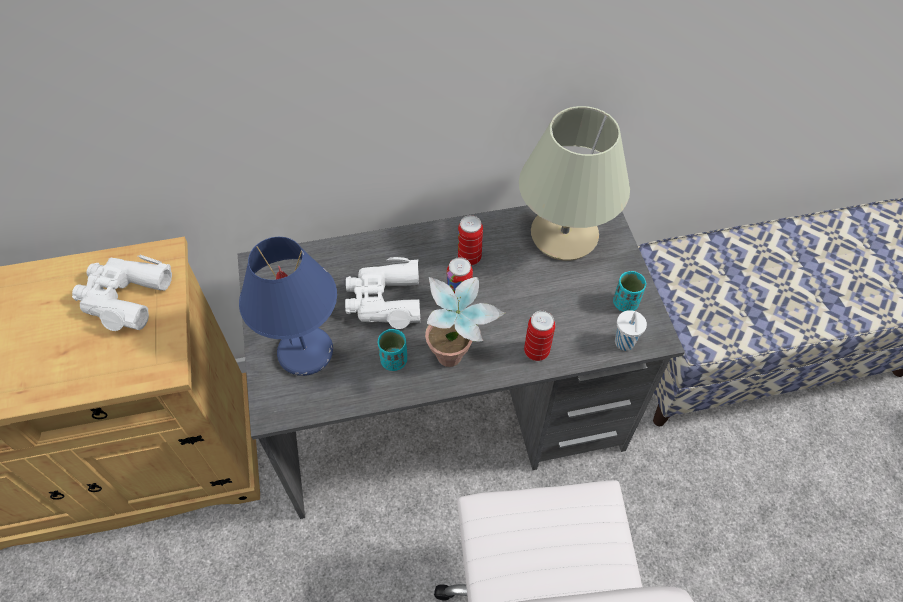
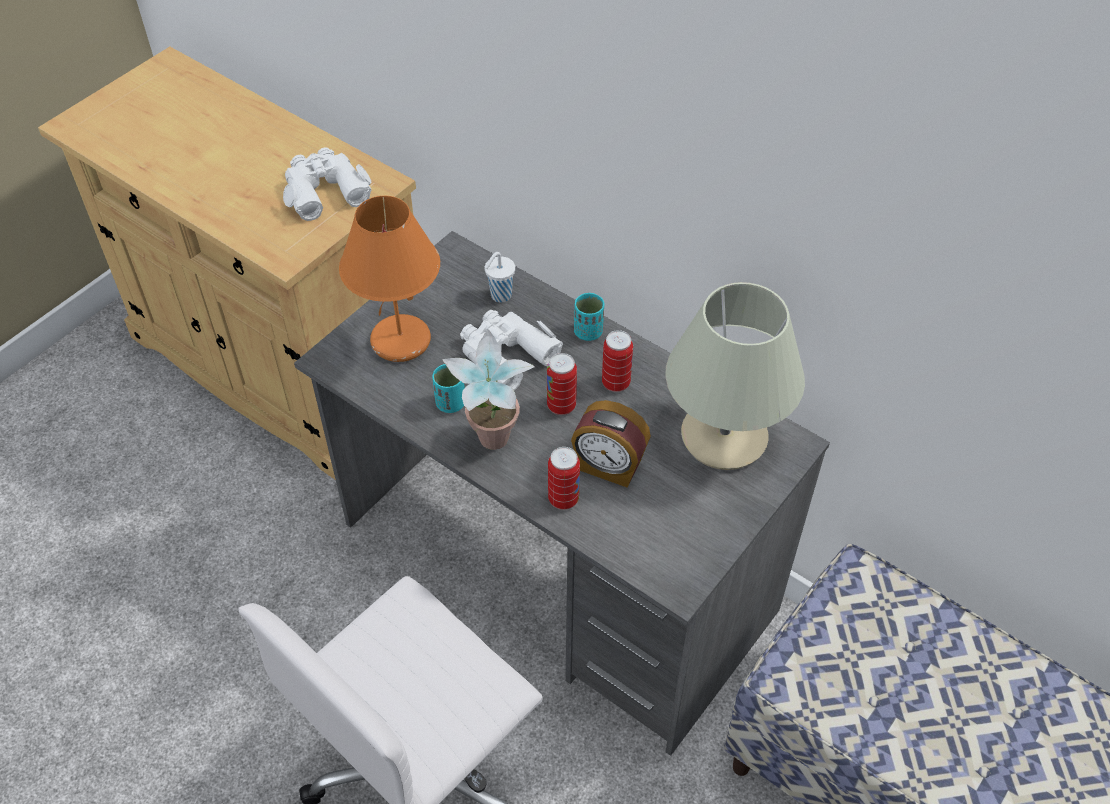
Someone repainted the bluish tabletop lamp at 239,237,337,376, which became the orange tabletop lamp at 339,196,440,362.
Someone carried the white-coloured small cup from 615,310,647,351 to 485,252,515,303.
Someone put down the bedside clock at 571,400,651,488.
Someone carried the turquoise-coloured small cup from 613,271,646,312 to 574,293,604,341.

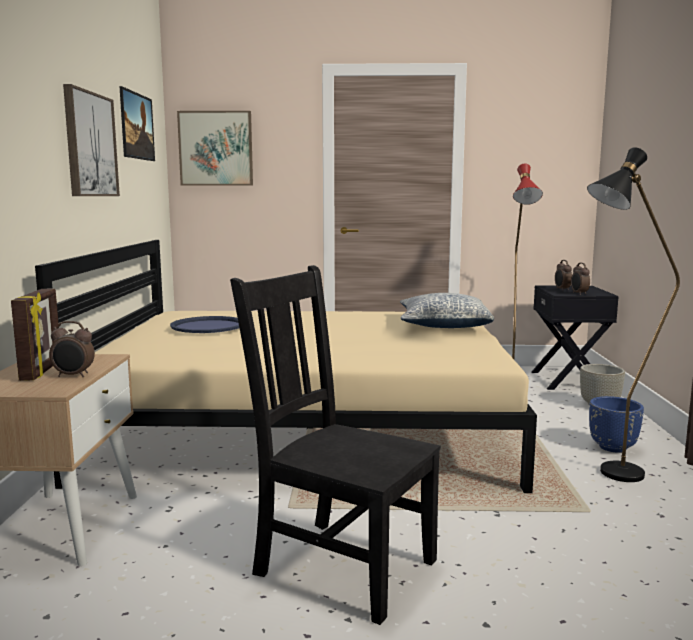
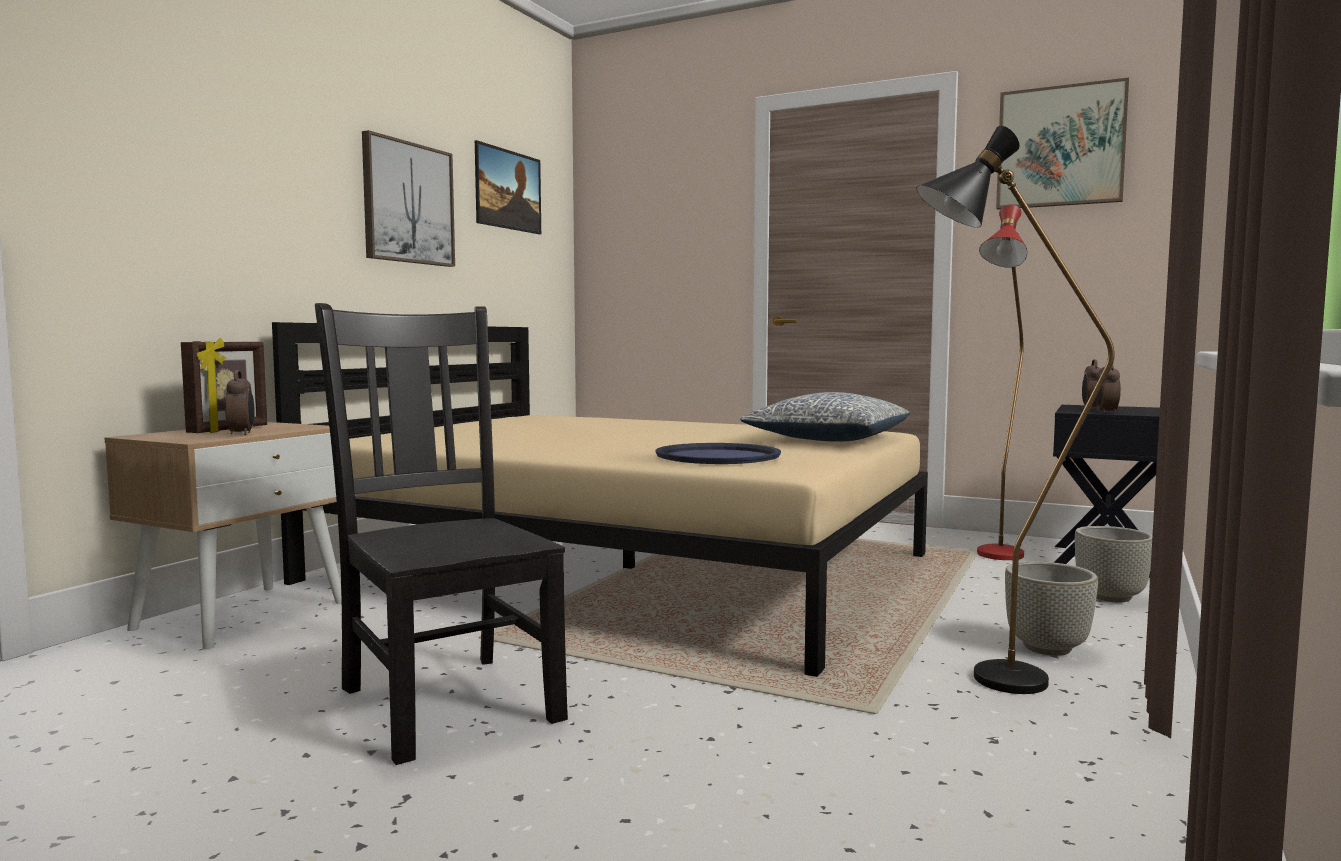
Someone rotated the bedside clock at 49,321,95,378 by 135 degrees counterclockwise.
Someone carried the bluish carrying tray from 170,316,239,333 to 655,443,781,464.
Someone carried the wall art from 177,111,253,186 to 996,77,1129,210.
Someone repainted the bluish flower pot at 589,396,644,452, which became the greyish flower pot at 1005,561,1098,656.

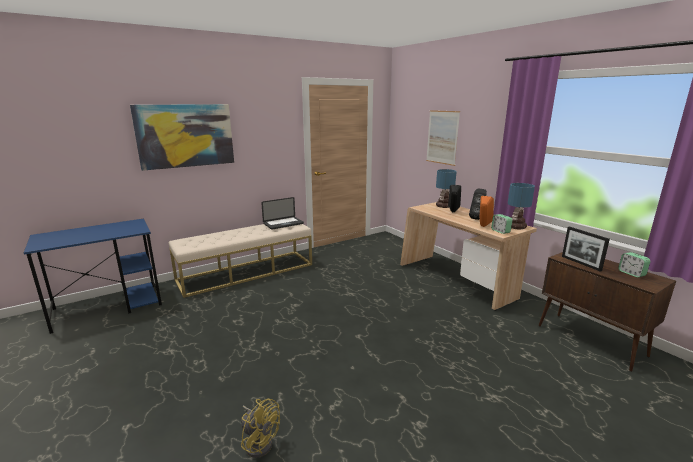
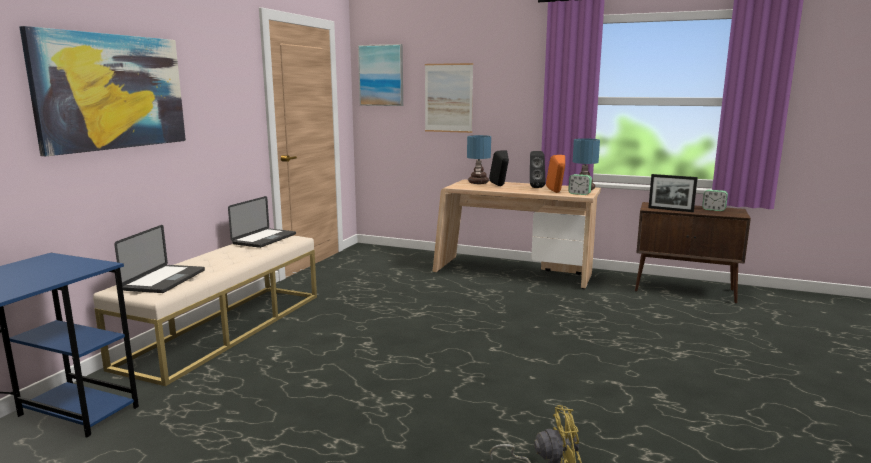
Someone put down the notebook computer at 114,225,205,293.
Someone put up the wall art at 358,44,403,106.

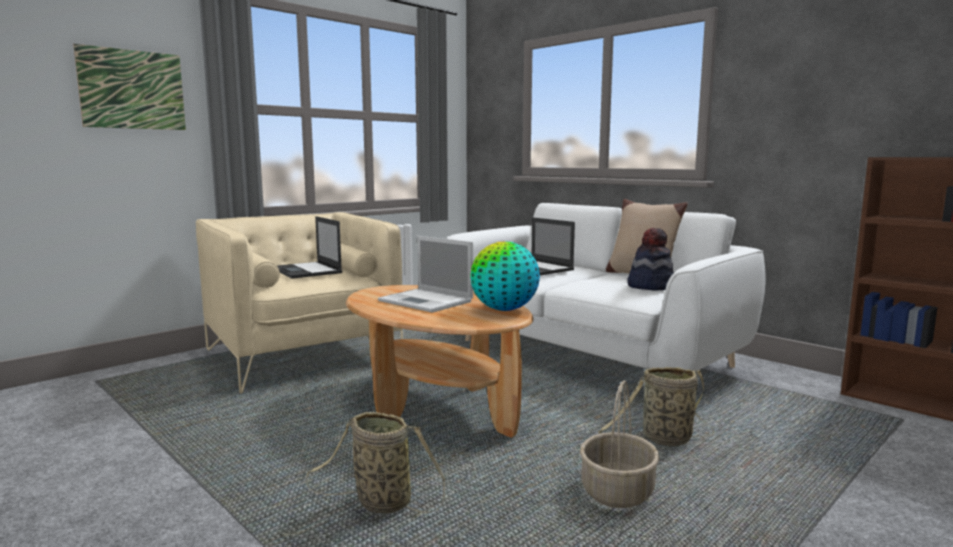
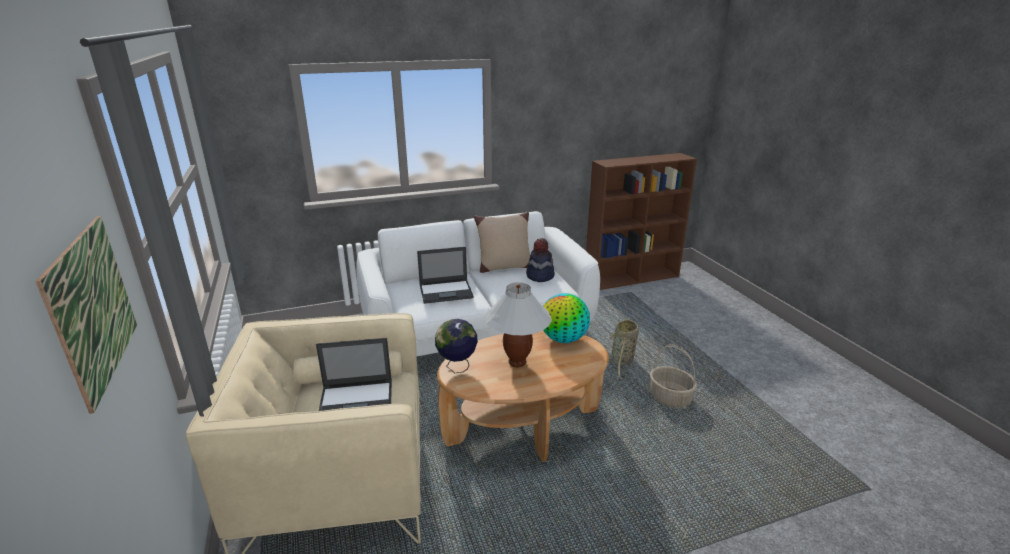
Someone put down the desk globe at 435,319,478,373.
Someone swapped the notebook computer at 378,236,473,313 for the white-coloured tabletop lamp at 485,282,552,368.
Someone took away the basket at 306,412,445,513.

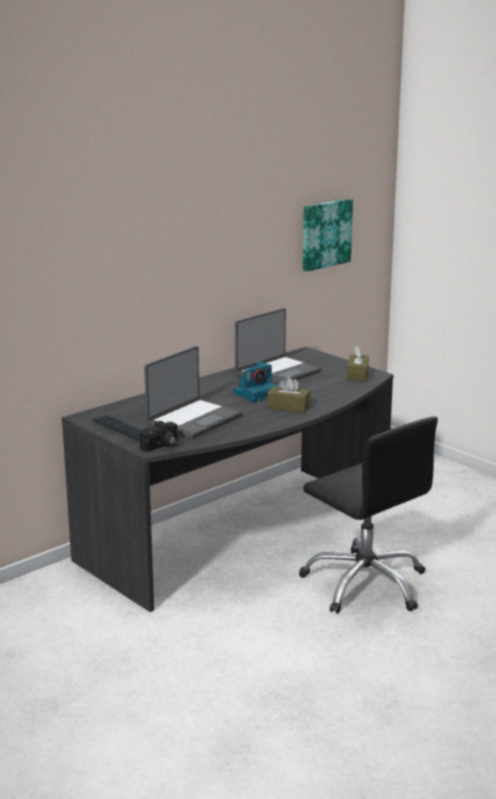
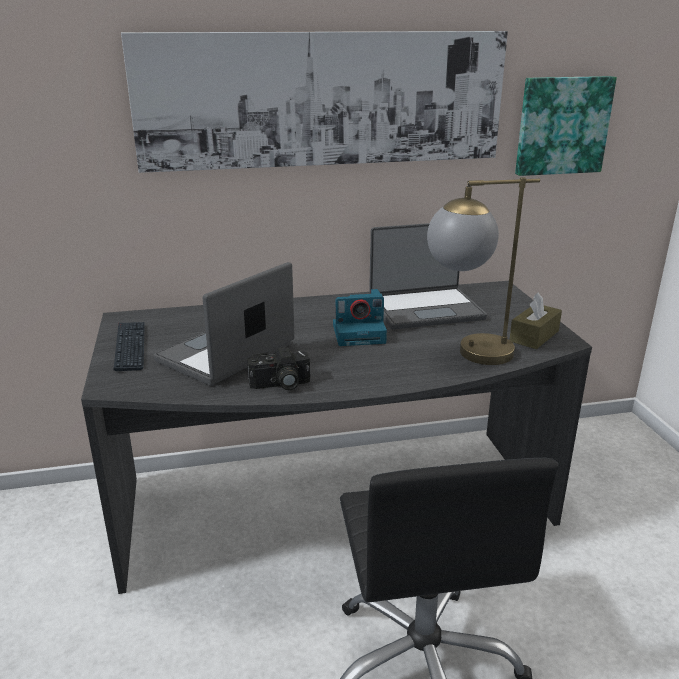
Someone put up the wall art at 121,31,508,173.
Someone rotated the notebook computer at 144,346,242,439 by 150 degrees clockwise.
Someone carried the still camera from 139,421,178,452 to 247,347,310,390.
Someone put down the tabletop lamp at 427,177,540,365.
Someone took away the brown-coloured box of tissues at 267,376,310,413.

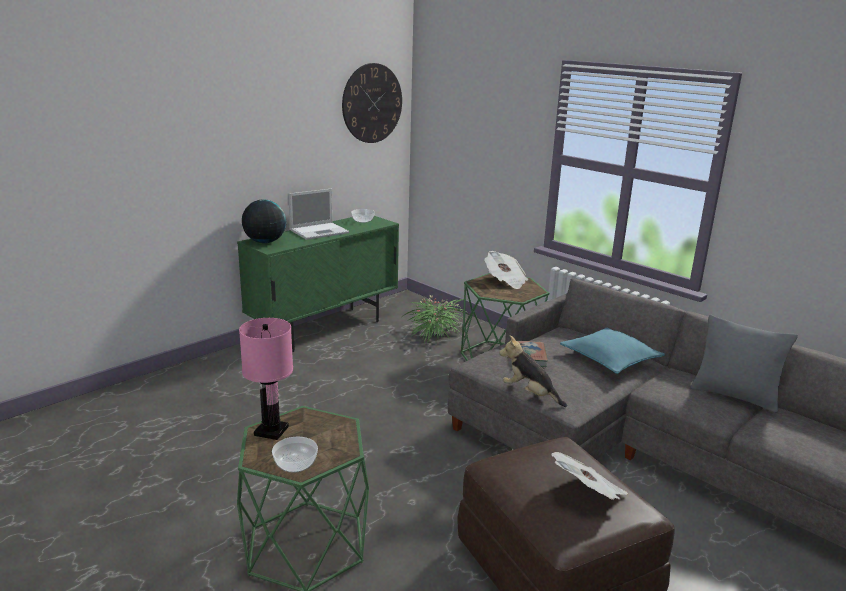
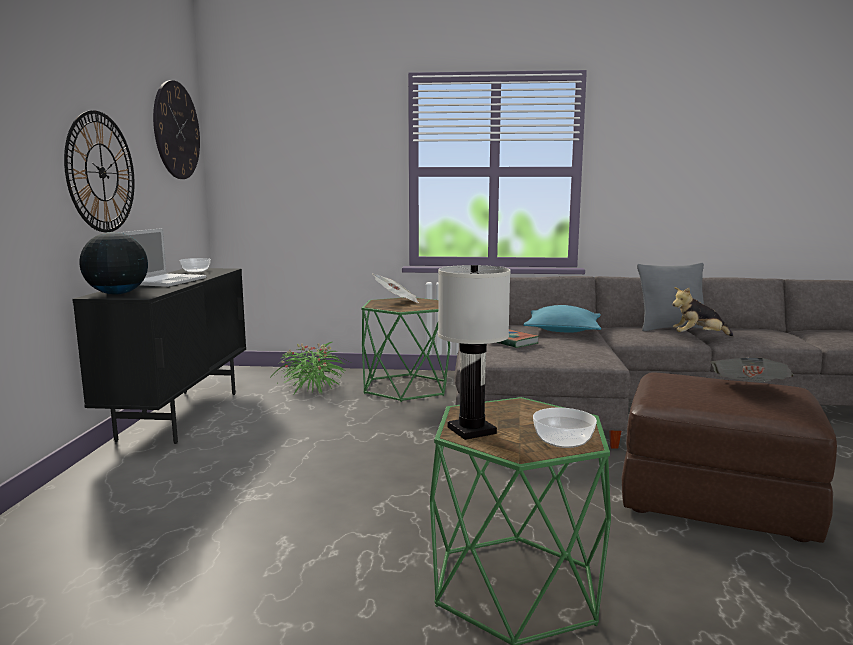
Someone put up the hanging clock at 64,110,135,232.
Someone repainted the green-coloured storage cabinet at 237,216,399,352, which became the black storage cabinet at 72,268,246,444.
Someone repainted the pink tabletop lamp at 239,318,293,440, which became the white-coloured tabletop lamp at 438,265,511,440.
Someone carried the plush toy from 499,335,567,407 to 672,287,733,336.

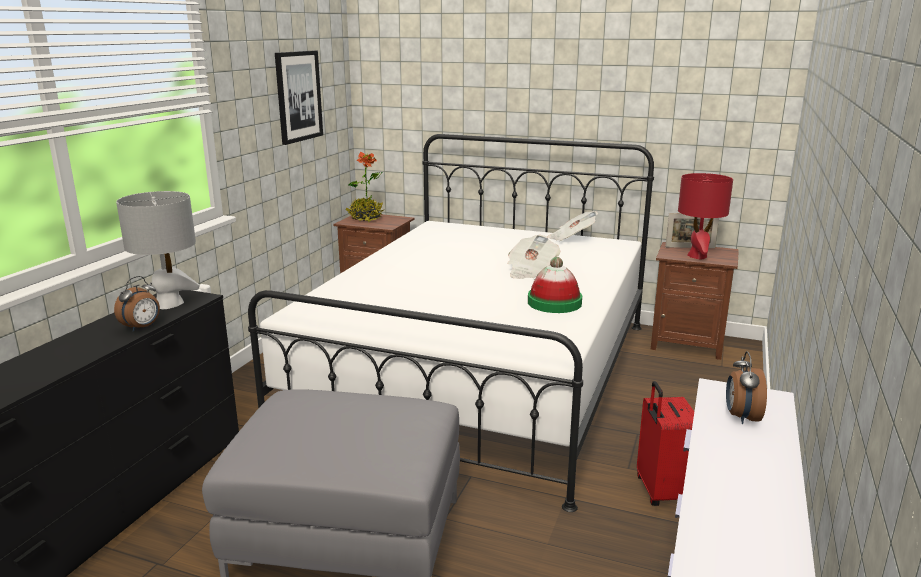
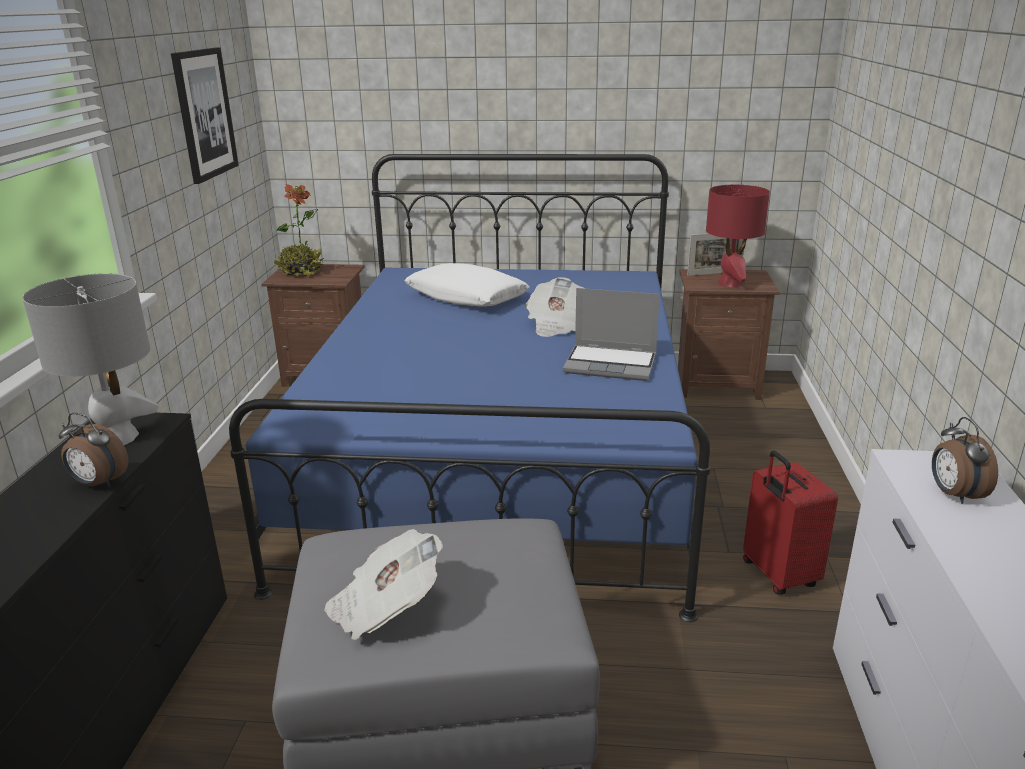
Someone rotated the bedside clock at 114,276,160,332 by 90 degrees clockwise.
Someone repainted the white-coloured sleeping bed at 248,134,654,512, which became the bluish sleeping bed at 229,154,710,622.
Someone carried the daily paper from 548,211,598,241 to 324,529,443,640.
Someone put down the white-coloured throw pillow at 405,263,530,307.
Someone swapped the clothing hat at 528,257,582,313 for the notebook computer at 563,288,660,381.

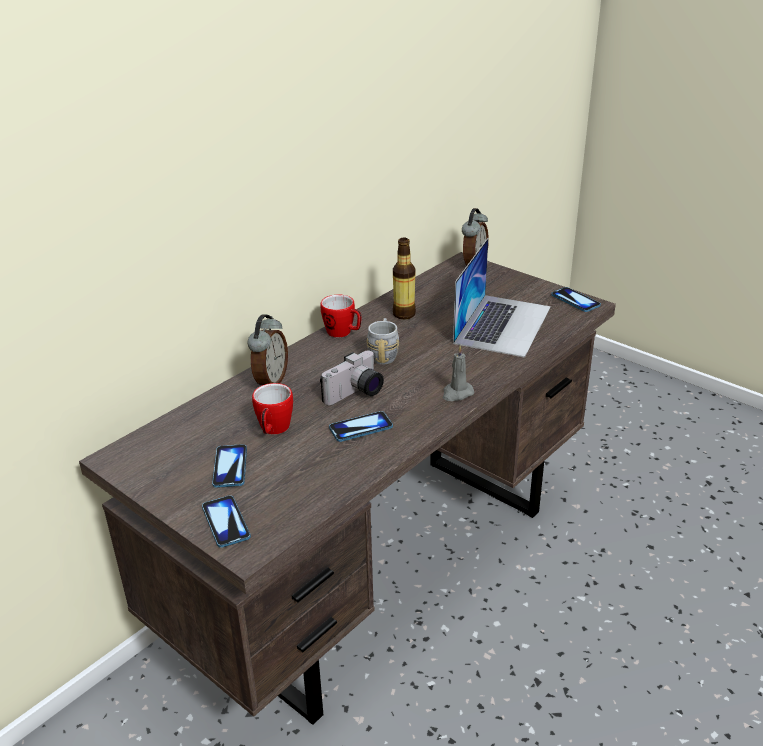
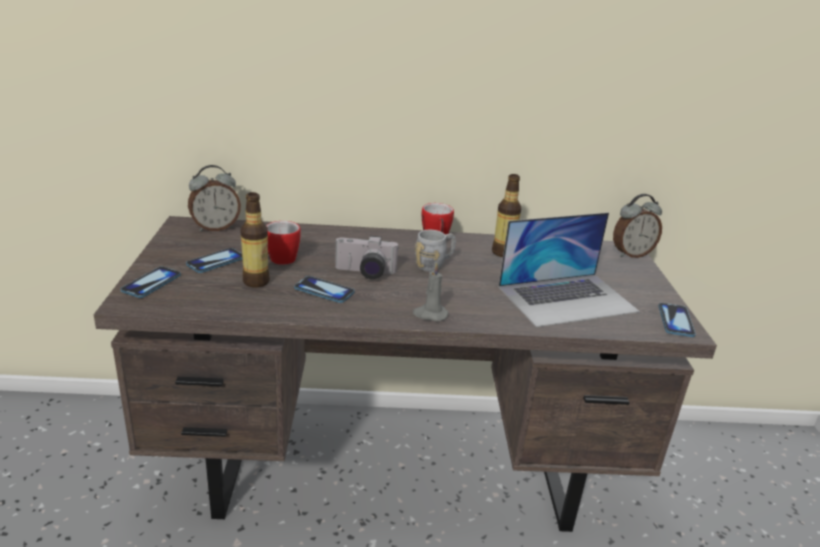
Someone carried the bedside clock from 247,314,288,385 to 188,165,241,231.
Someone put down the bottle at 240,192,270,287.

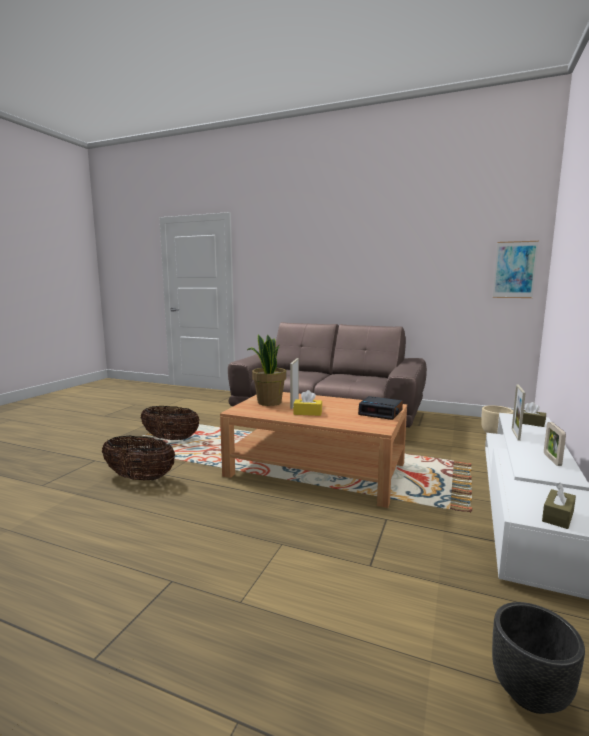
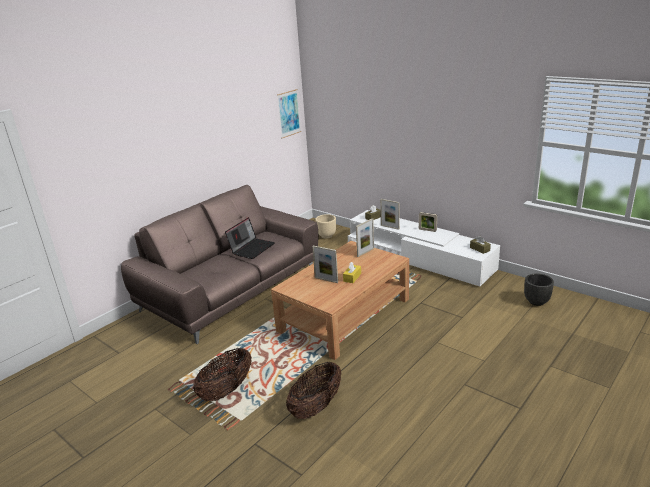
Someone put down the notebook computer at 225,217,275,259.
Someone swapped the bedside clock at 358,396,403,420 for the standing frame at 356,218,374,257.
Someone took away the houseplant at 247,334,286,406.

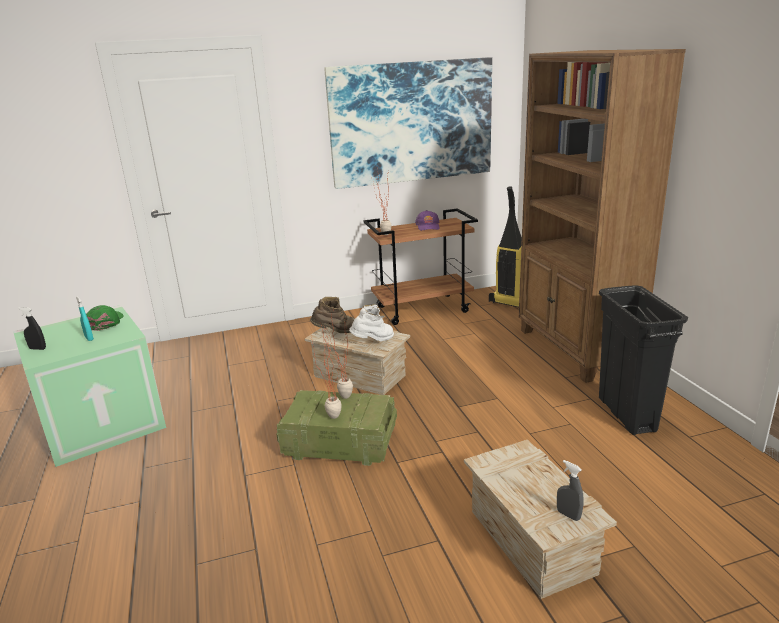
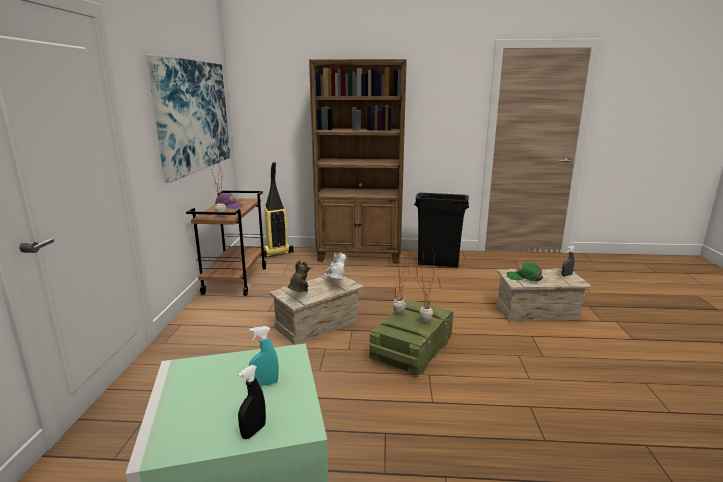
Someone carried the green-coloured cap from 86,305,124,331 to 507,263,543,282.

